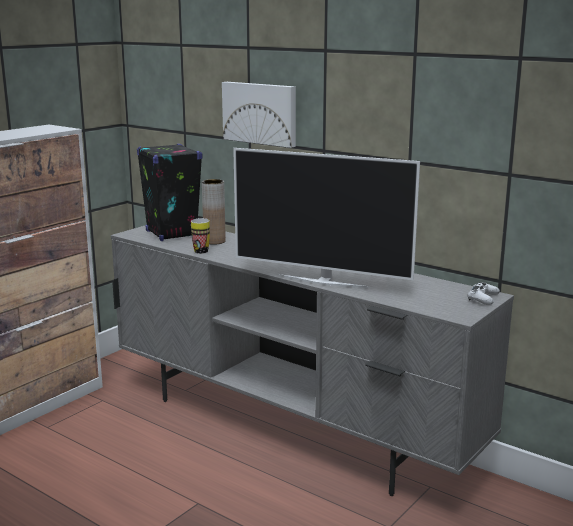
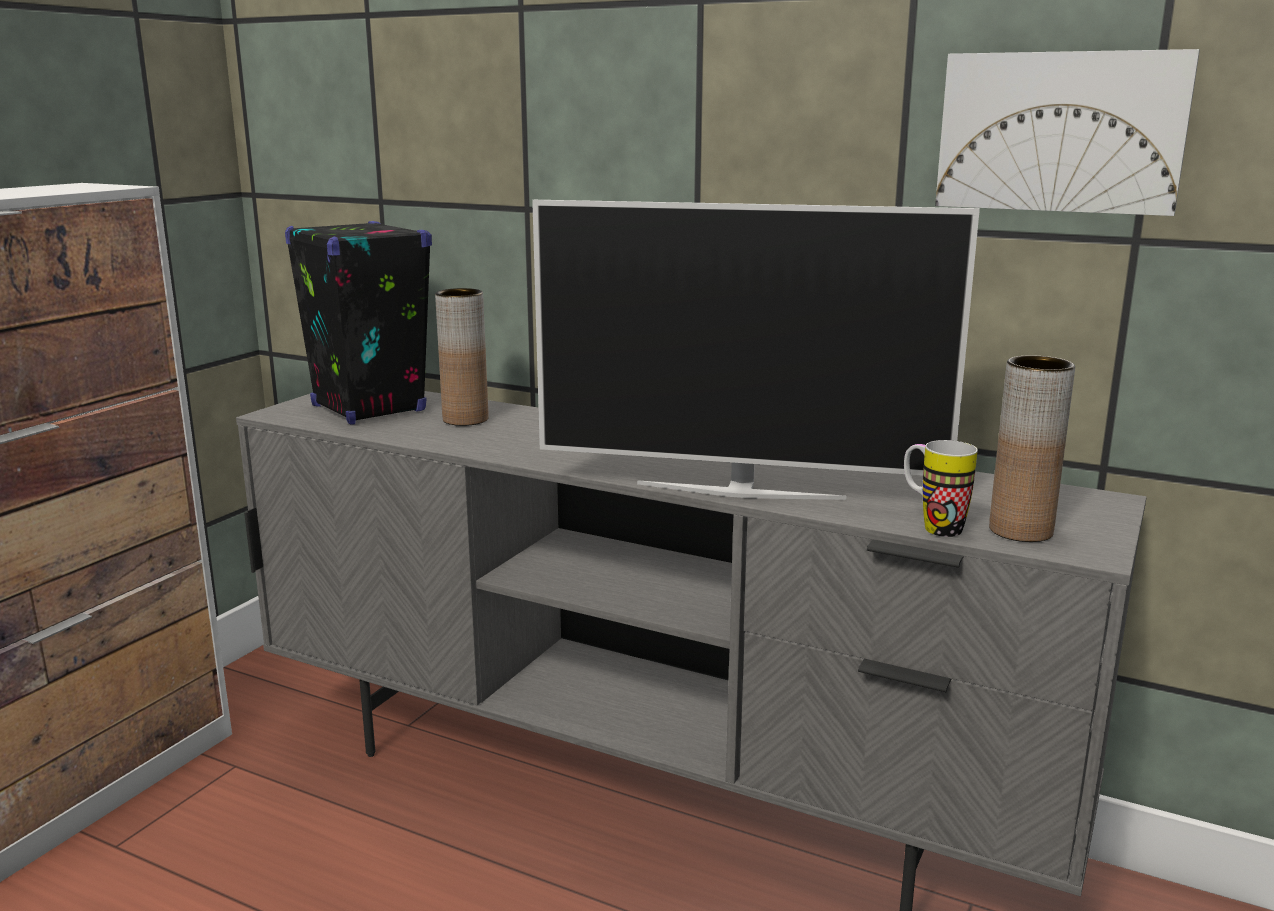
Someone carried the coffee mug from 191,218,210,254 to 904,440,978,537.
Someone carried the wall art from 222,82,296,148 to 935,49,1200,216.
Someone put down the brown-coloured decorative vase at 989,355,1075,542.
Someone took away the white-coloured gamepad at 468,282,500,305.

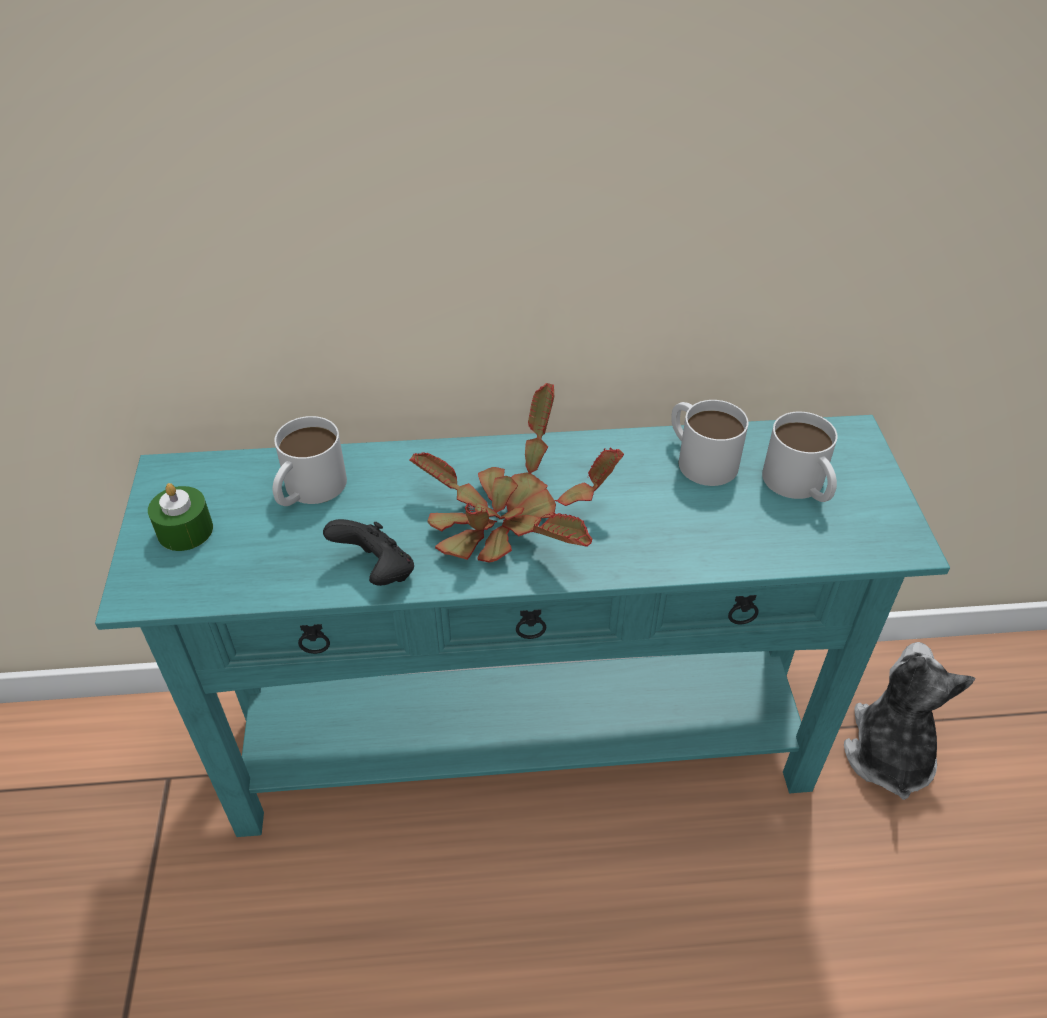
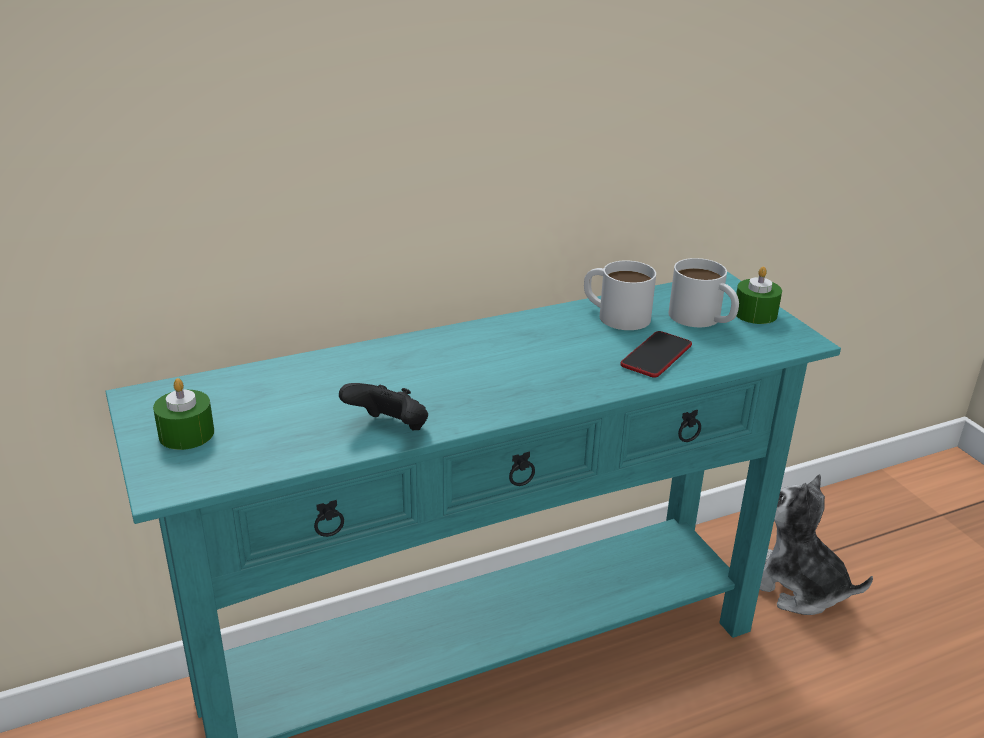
Someone put down the telephone at 620,331,692,378.
Someone put down the green-coloured wax candle at 736,266,782,324.
Someone rotated the plush toy at 844,642,976,800 by 45 degrees counterclockwise.
Someone took away the white-coloured coffee mug at 272,416,347,506.
Someone took away the houseplant at 410,383,624,563.

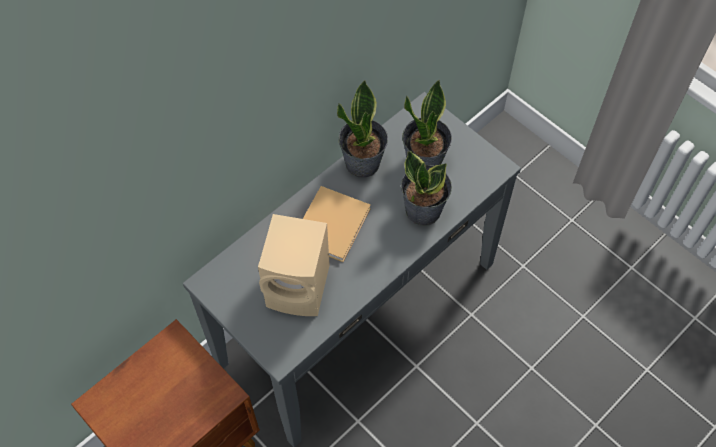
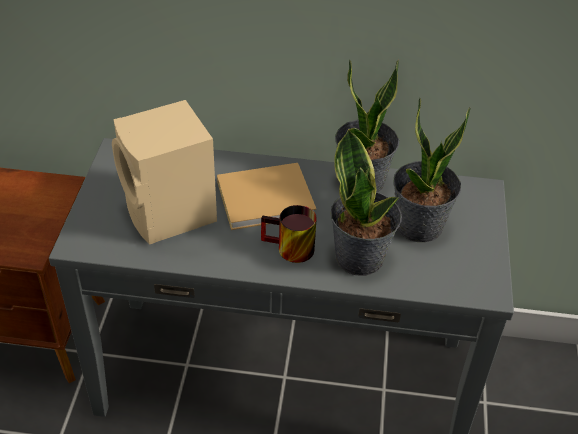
Someone put down the coffee mug at 261,205,317,263.

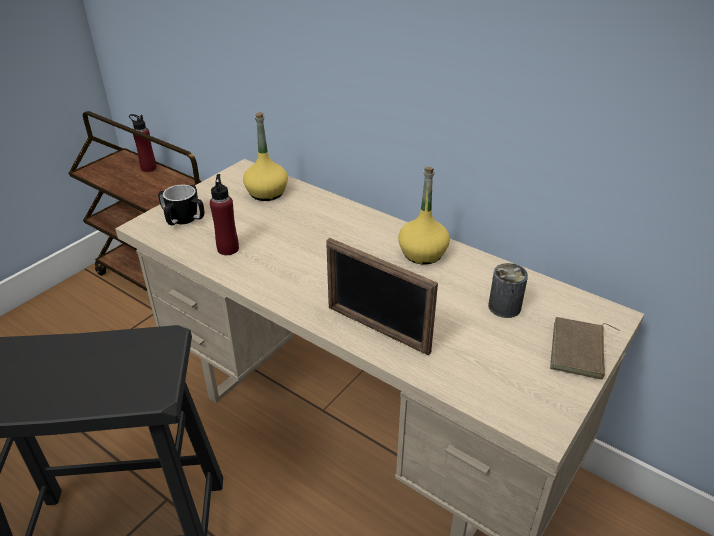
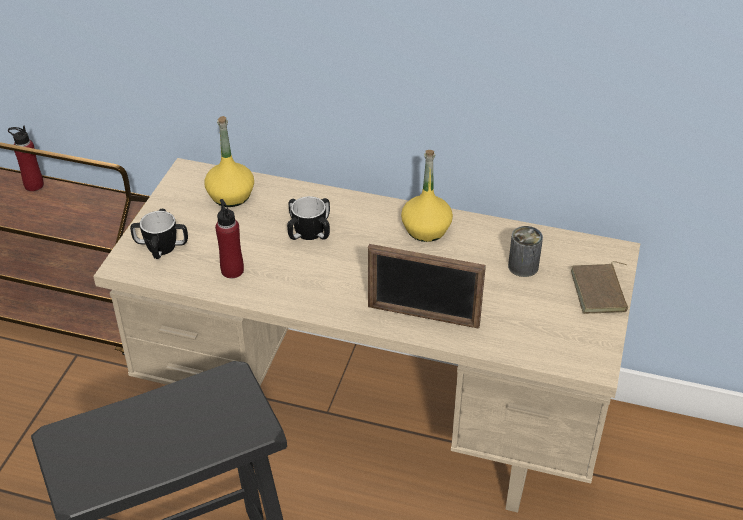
Someone put down the coffee mug at 287,196,330,240.

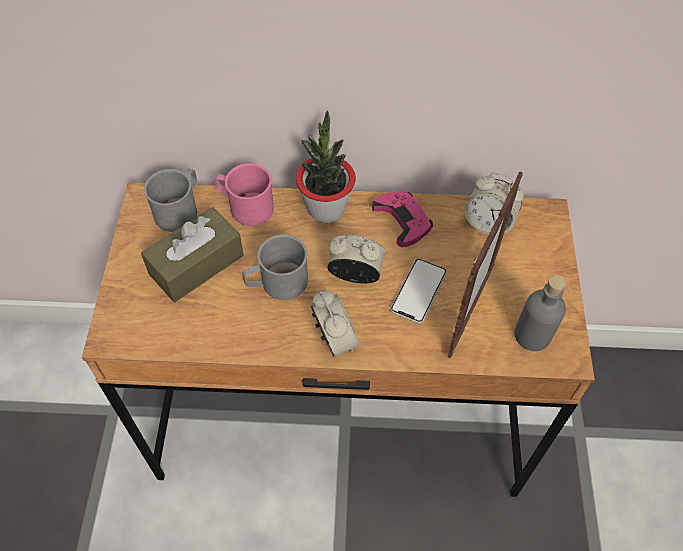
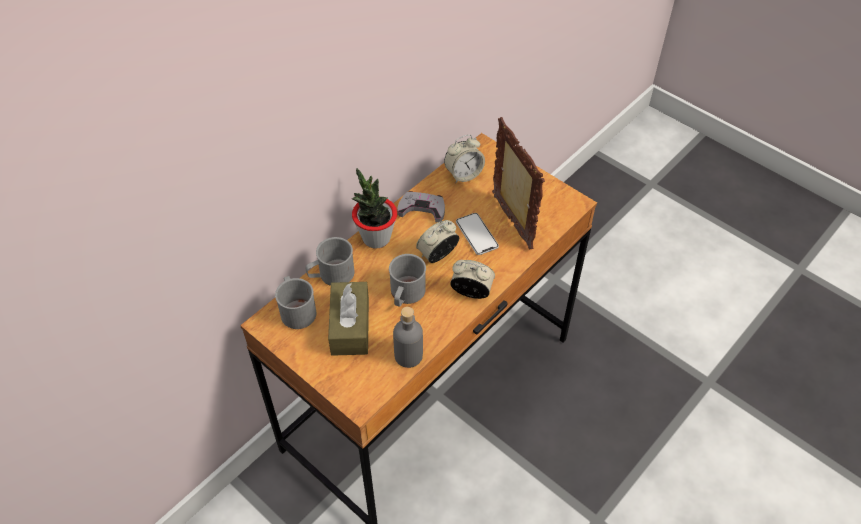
Someone repainted the pink coffee mug at 215,163,274,226, which became the greyish coffee mug at 305,237,354,286.
Someone carried the greyish bottle from 514,275,566,351 to 393,307,423,368.
Someone repainted the pink gamepad at 372,191,433,247, which became the greyish gamepad at 397,191,445,222.

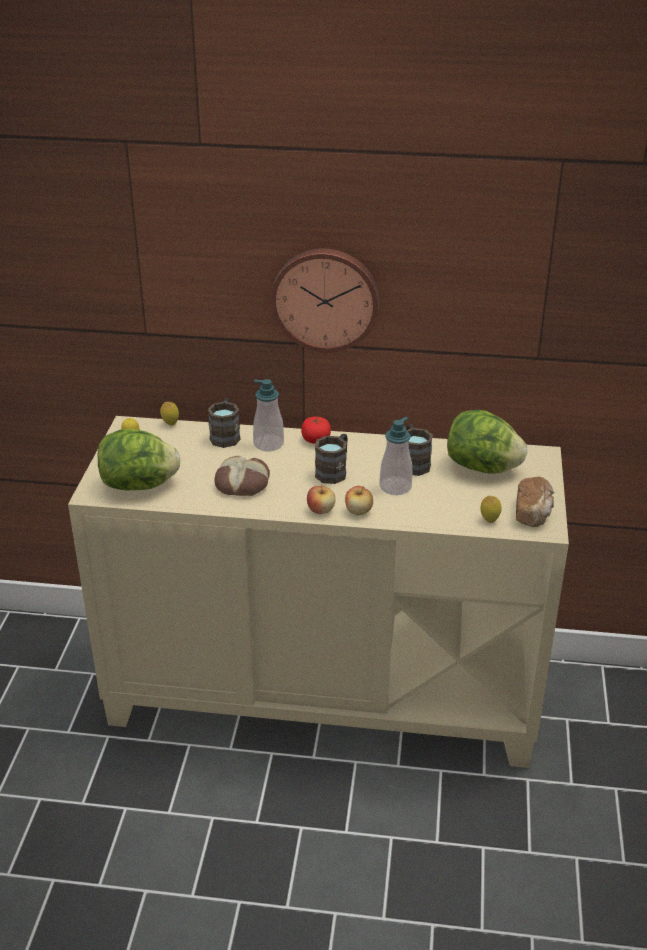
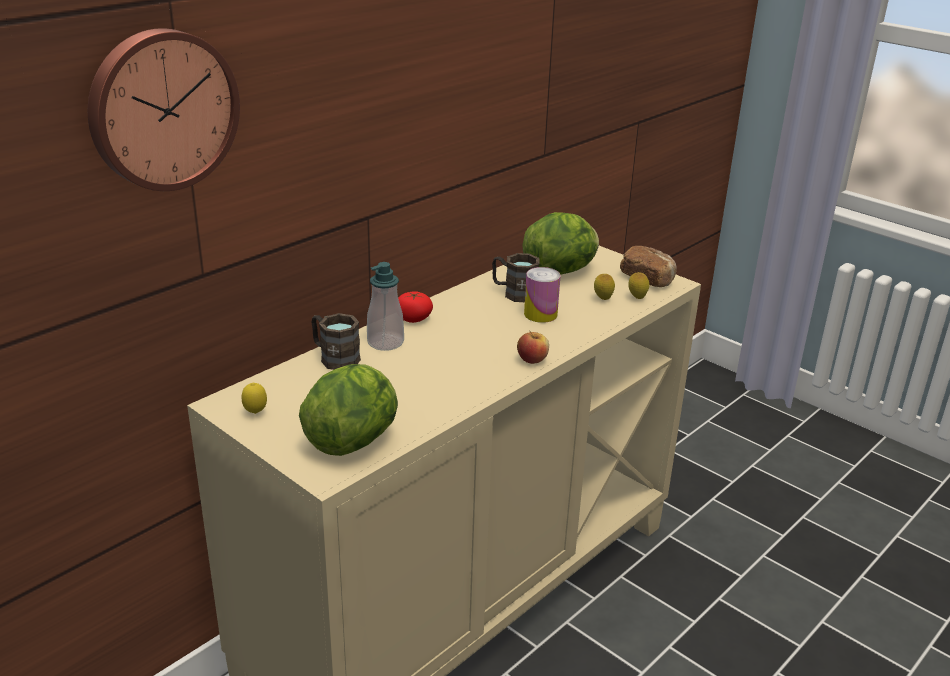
Someone carried the hanging clock from 271,248,379,353 to 88,28,240,191.
Someone swapped the soap bottle at 379,417,412,495 for the can at 524,267,561,323.
Someone carried the lemon from 160,402,179,426 to 594,274,615,300.
Someone took away the baked bread at 214,456,270,496.
Someone took away the brown-coloured coffee mug at 315,434,348,484.
Someone took away the whole apple at 345,486,373,515.

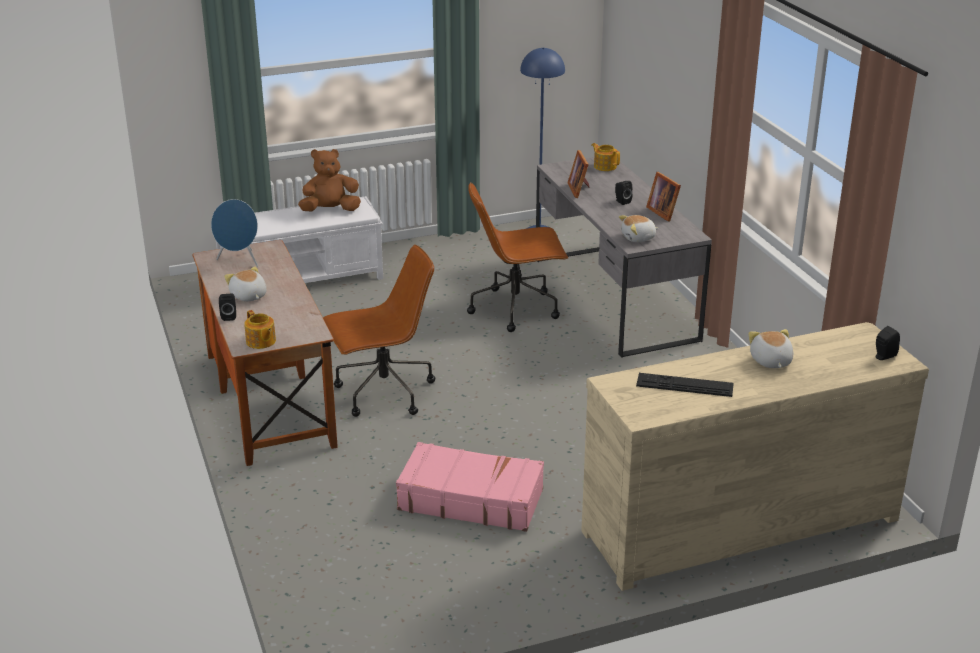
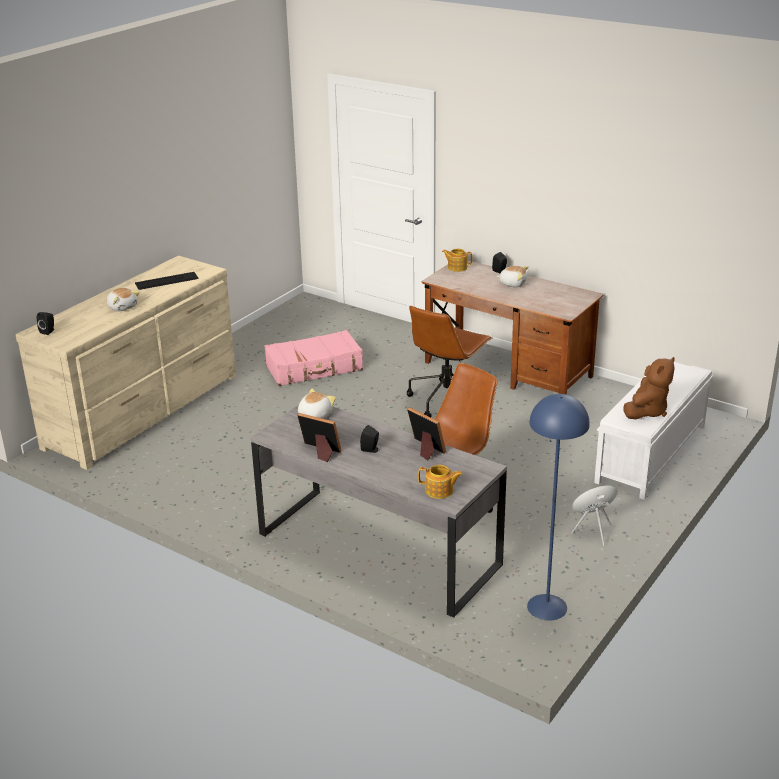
Someone carried the bluish loudspeaker from 211,199,258,267 to 571,485,618,546.

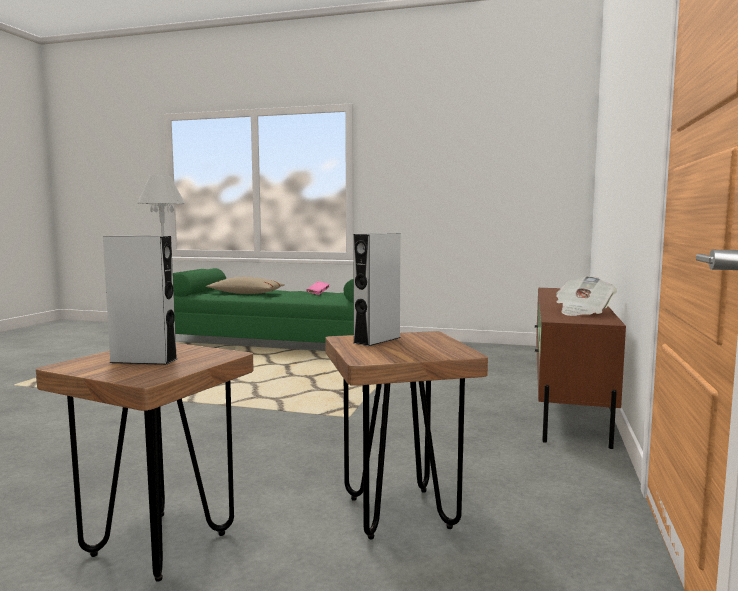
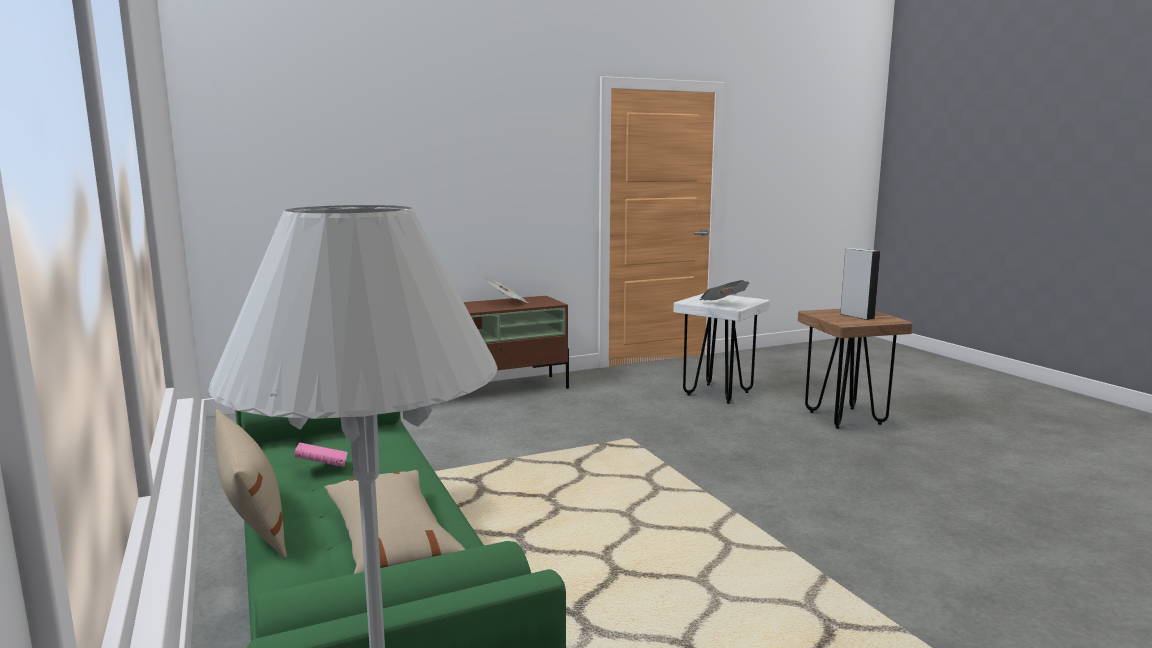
Someone put down the sand-coloured throw pillow at 214,409,287,558.
Someone repainted the brown-coloured stool at 325,331,488,540, which became the white-coloured stool at 674,293,770,404.
Someone swapped the greyish loudspeaker at 353,233,401,346 for the daily paper at 699,280,749,300.

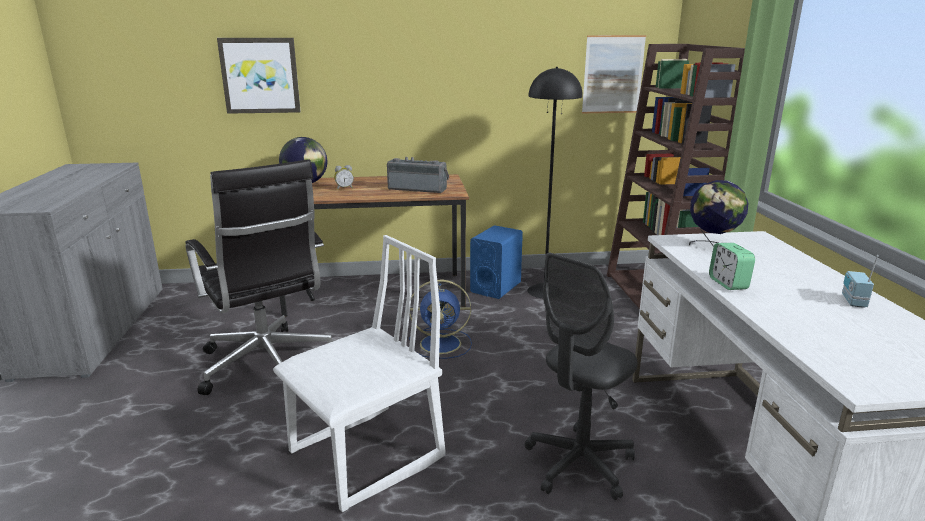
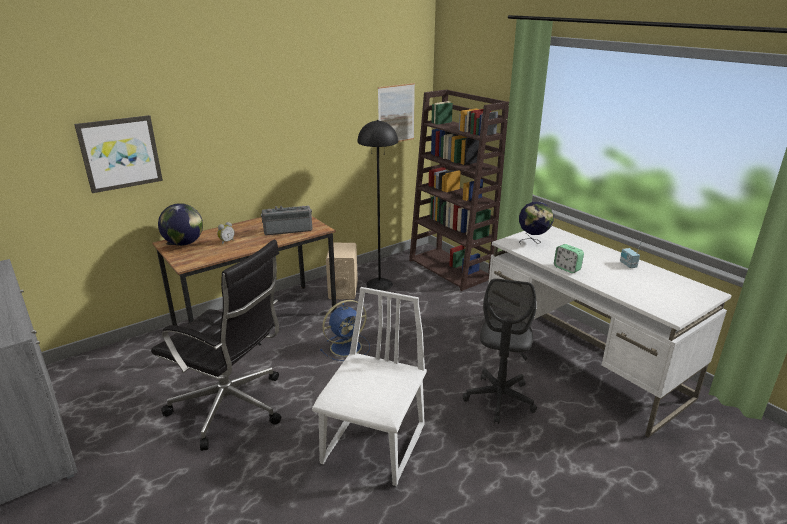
Someone repainted the bluish loudspeaker at 470,225,523,299, which became the sand-coloured loudspeaker at 326,243,358,299.

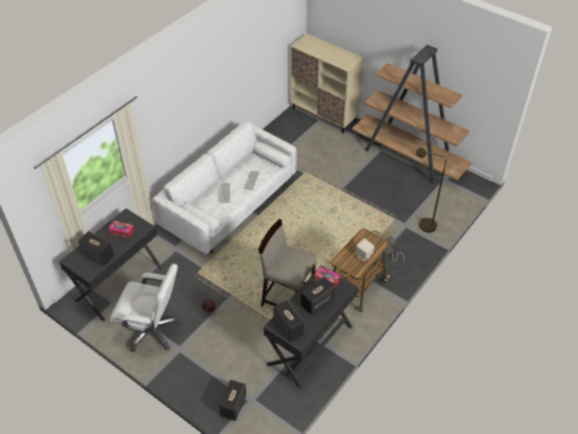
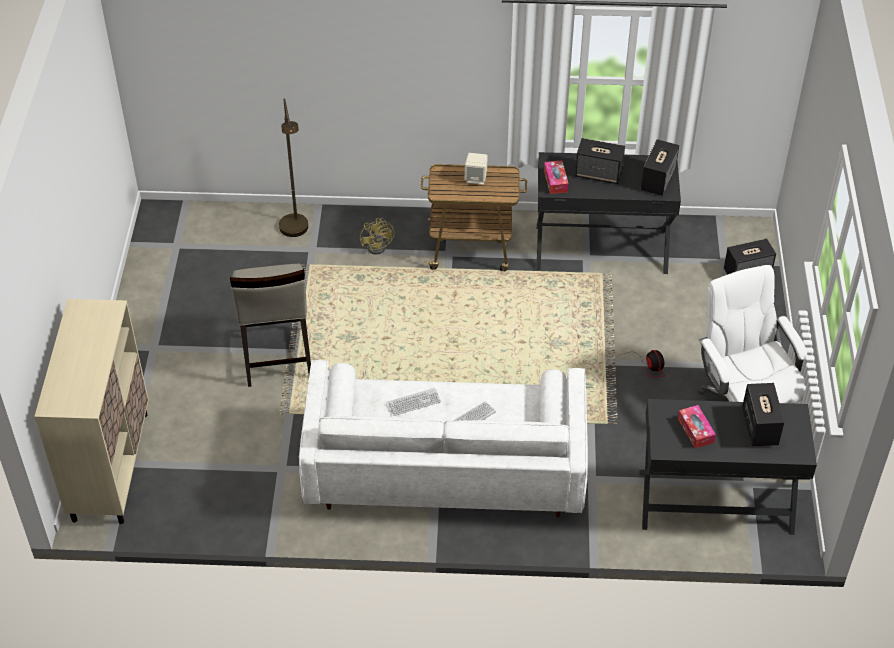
Someone carried the sand-coloured stool from 258,219,316,307 to 230,264,311,387.
Someone took away the brown-coloured shelving unit at 352,45,472,184.

